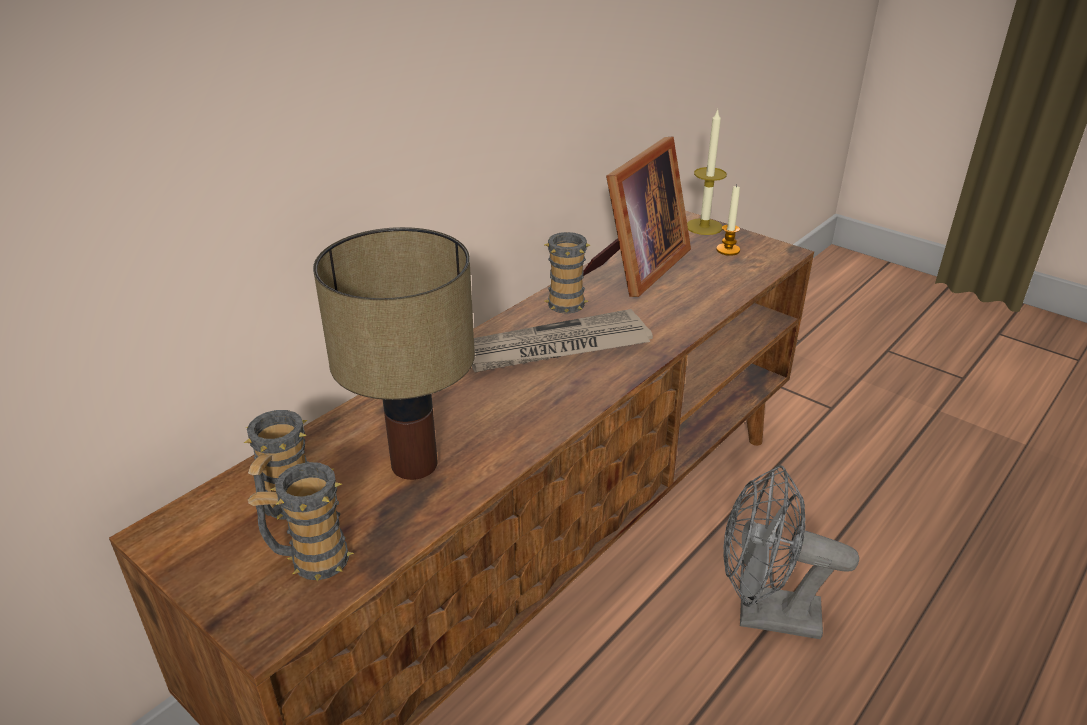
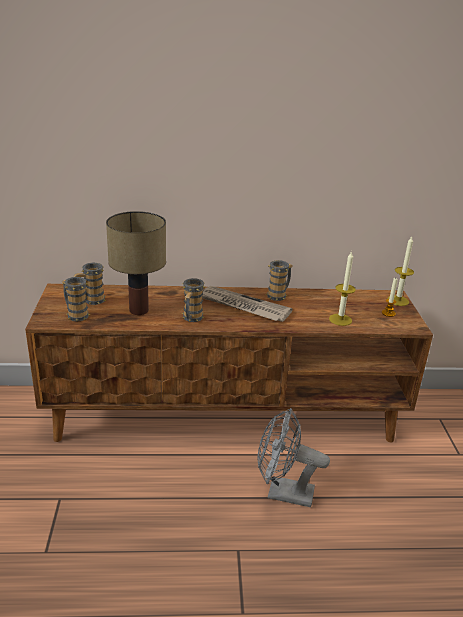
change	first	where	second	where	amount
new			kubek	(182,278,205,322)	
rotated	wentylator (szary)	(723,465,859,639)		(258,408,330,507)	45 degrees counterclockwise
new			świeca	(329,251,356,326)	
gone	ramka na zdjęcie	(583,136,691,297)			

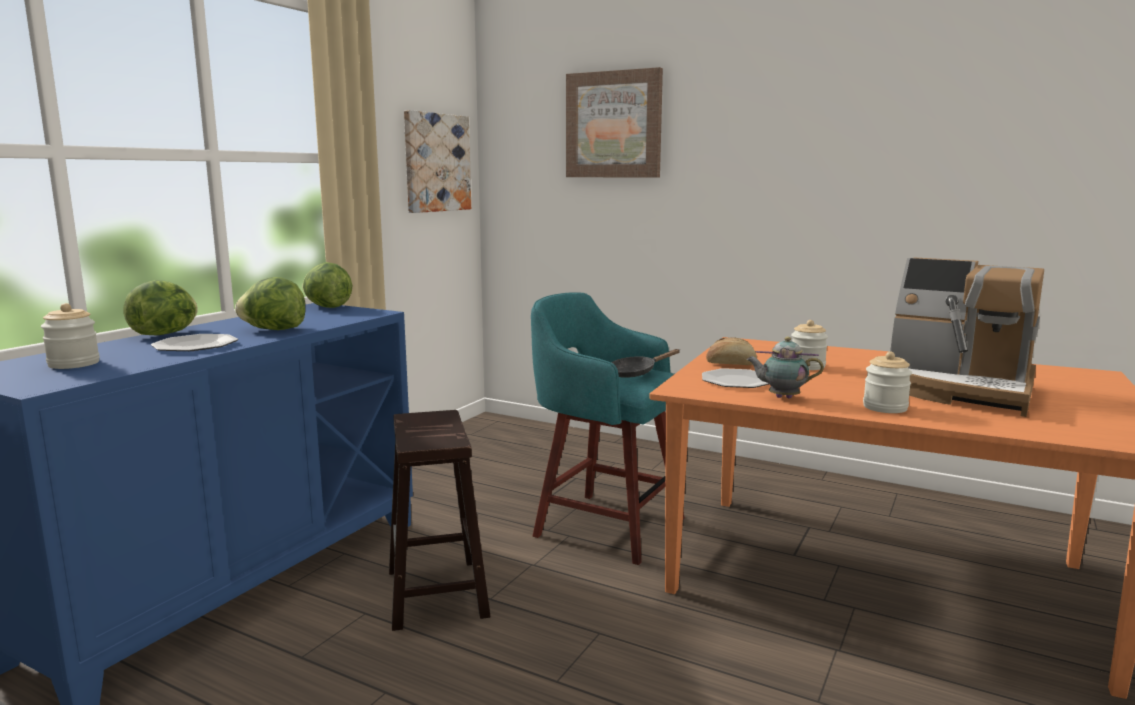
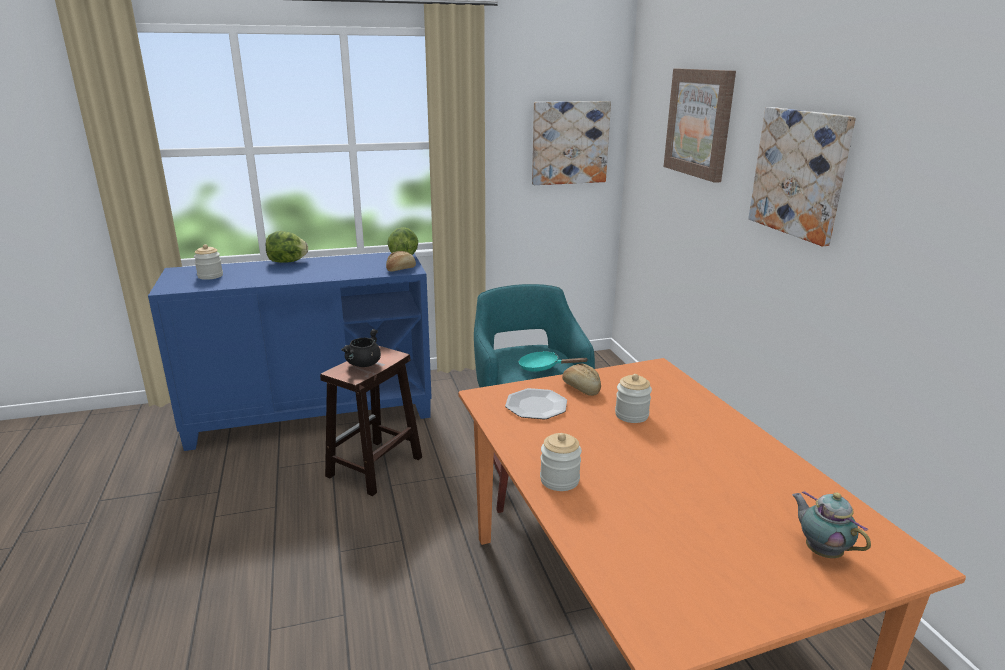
change	first	where	second	where	amount
new			garnek (czarny)	(341,329,381,367)	
new			chleb	(386,251,416,271)	
repainted	patelnia (czarny)	(611,349,680,378)	patelnia (turkusowy)	(519,351,588,371)	
new			obraz	(748,107,856,246)	
shifted	imbryk	(746,337,824,399)		(792,491,871,558)	
gone	talerz	(151,334,238,351)			
gone	sałata	(235,277,306,330)			
gone	ekspres do kawy	(890,257,1044,417)			

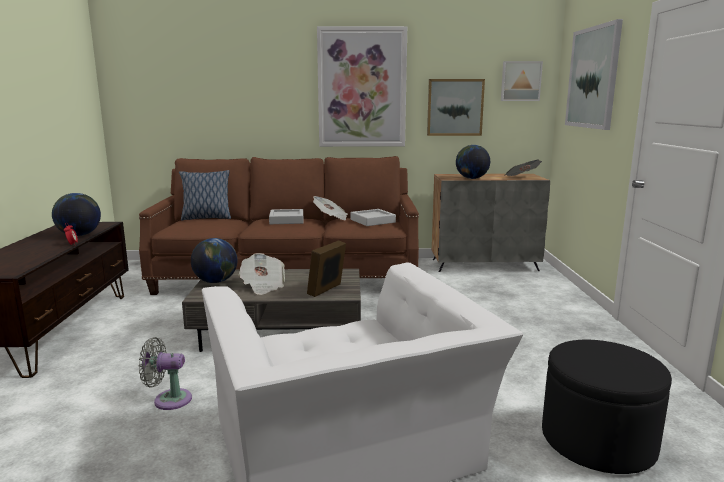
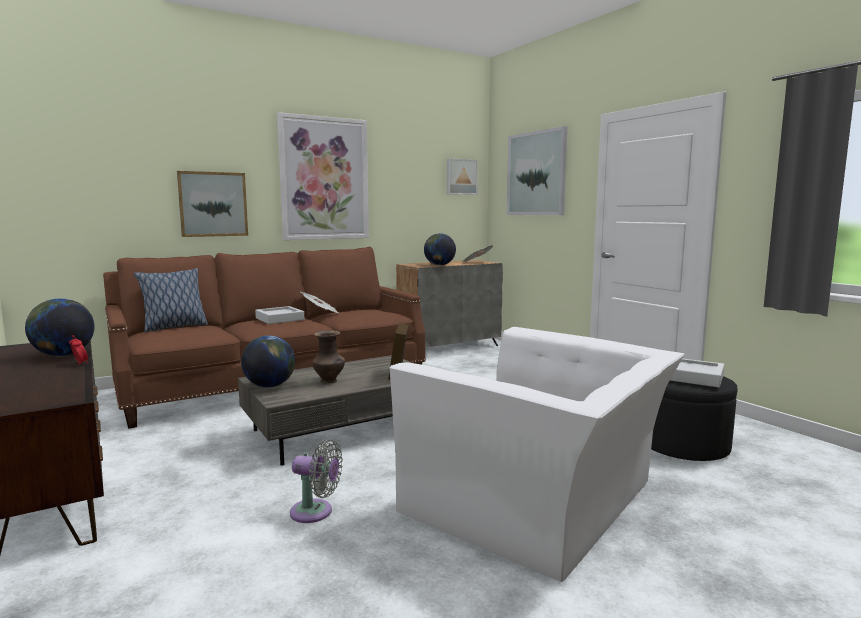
change	first	where	second	where	amount
shifted	obraz	(427,79,485,136)		(177,171,248,237)	
rotated	wentylator (szary)	(139,337,192,410)		(290,440,343,523)	135 degrees counterclockwise
swapped	gazeta	(238,253,285,295)	wazon (brązowy)	(312,330,345,384)	
shifted	taca (szary)	(351,209,396,226)		(670,359,725,387)	

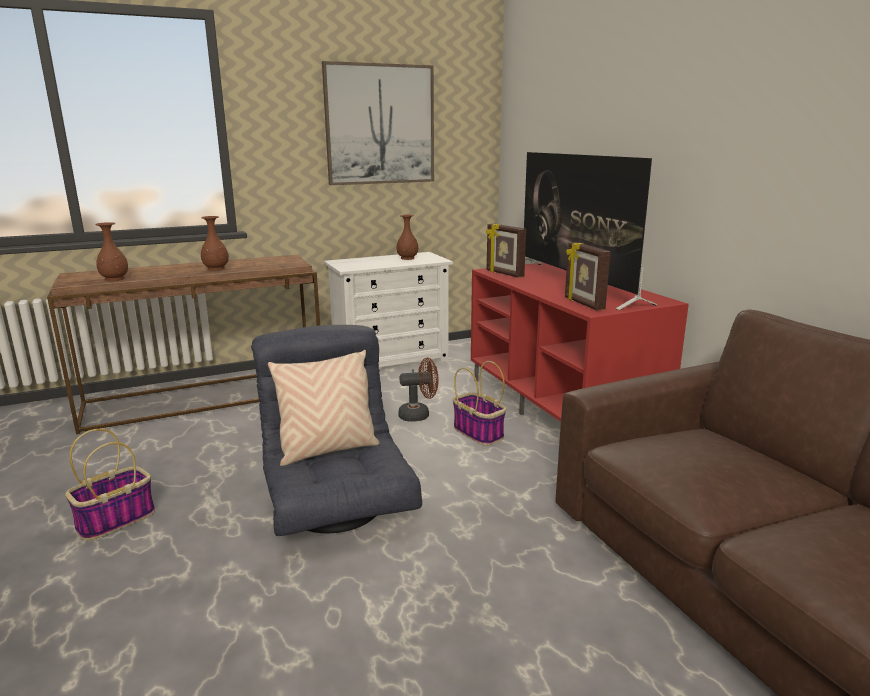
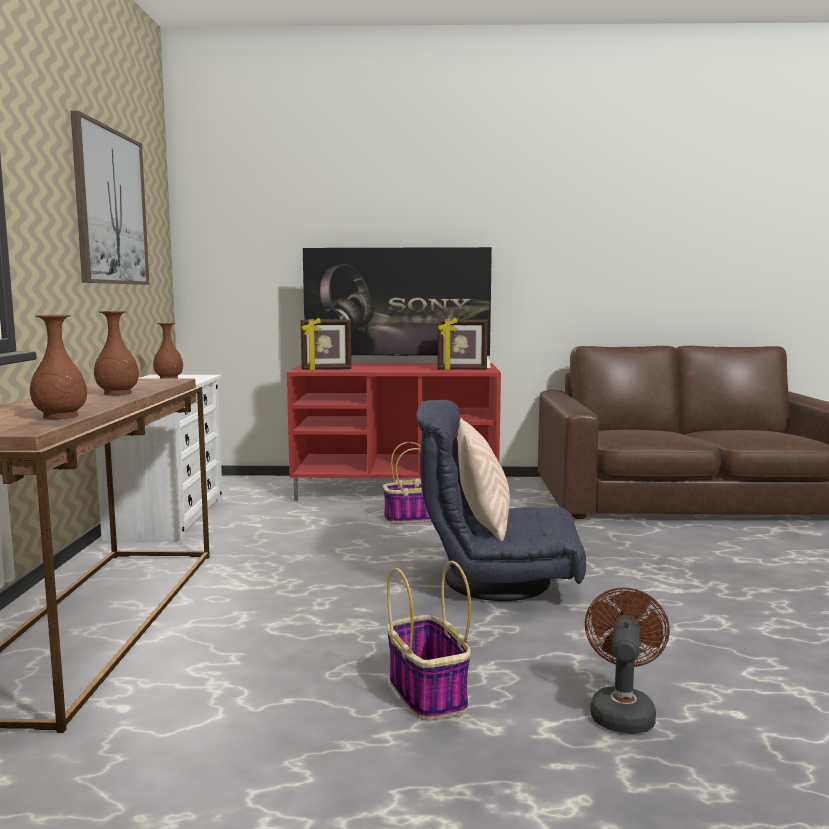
change	first	where	second	where	amount
shifted	wentylator (brązowy)	(398,358,439,422)		(585,587,670,734)	

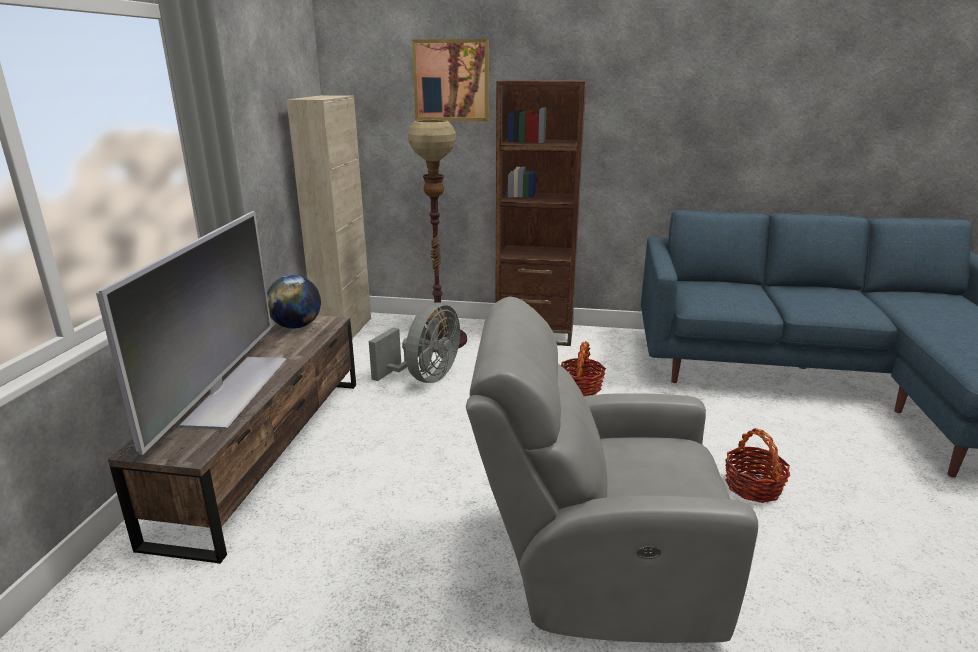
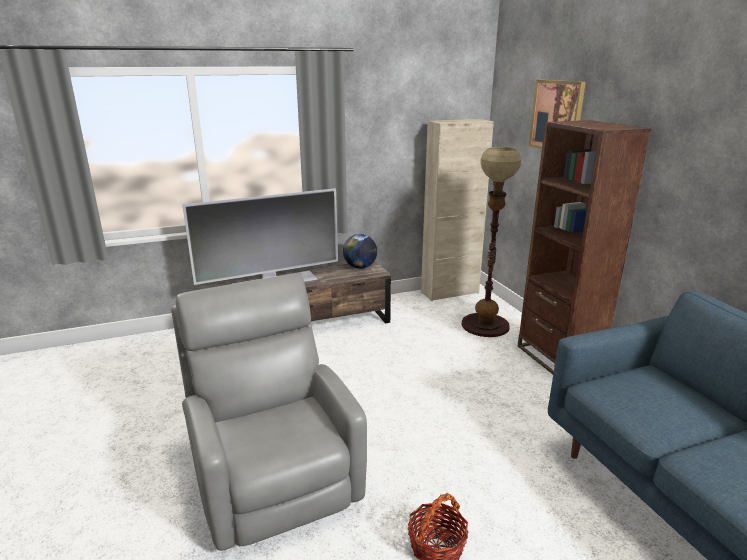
change	first	where	second	where	amount
gone	wentylator (szary)	(369,303,460,383)			
gone	koszyk	(561,341,606,396)			

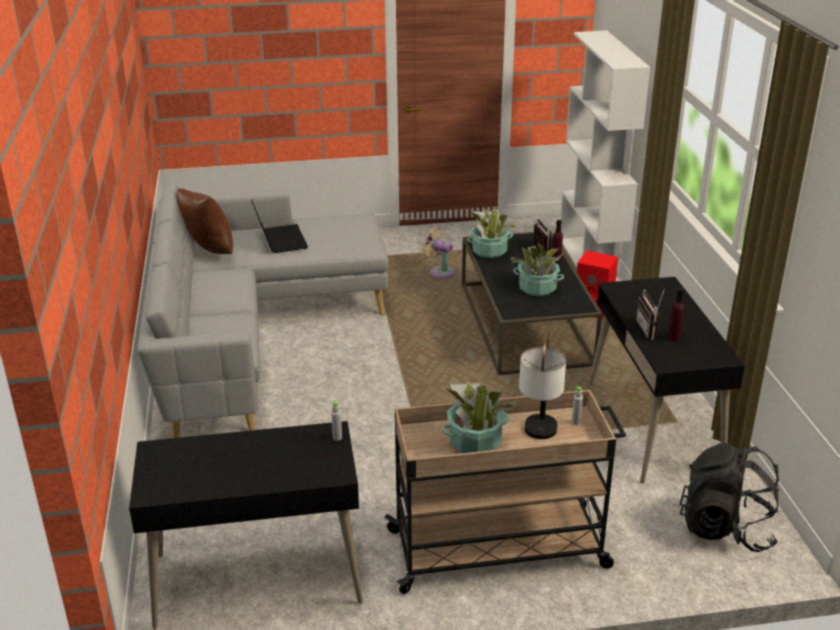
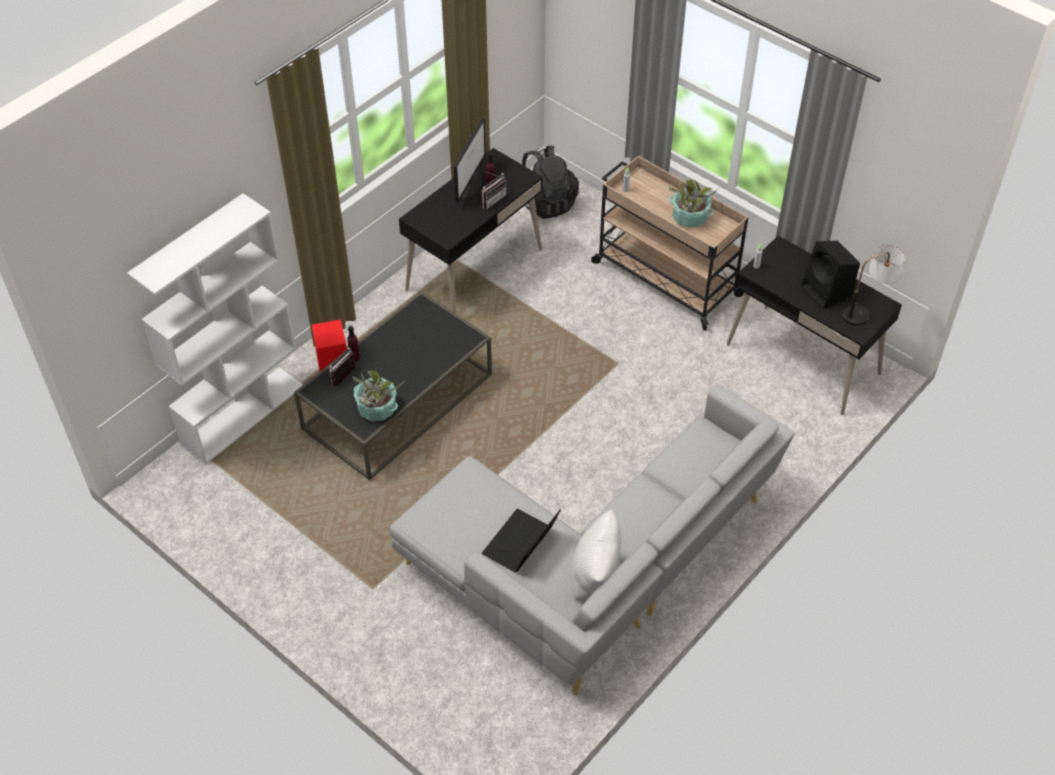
change	first	where	second	where	amount
new			monitor	(454,118,486,202)	
repainted	poduszka (brązowy)	(177,188,233,254)	poduszka (biały)	(571,509,621,600)	
new			głośnik (czarny)	(801,241,860,309)	
shifted	lampa stołowa	(519,330,566,439)		(843,244,905,326)	
gone	wentylator (beżowy)	(422,227,455,278)			
gone	roślina doniczkowa	(511,243,564,297)			

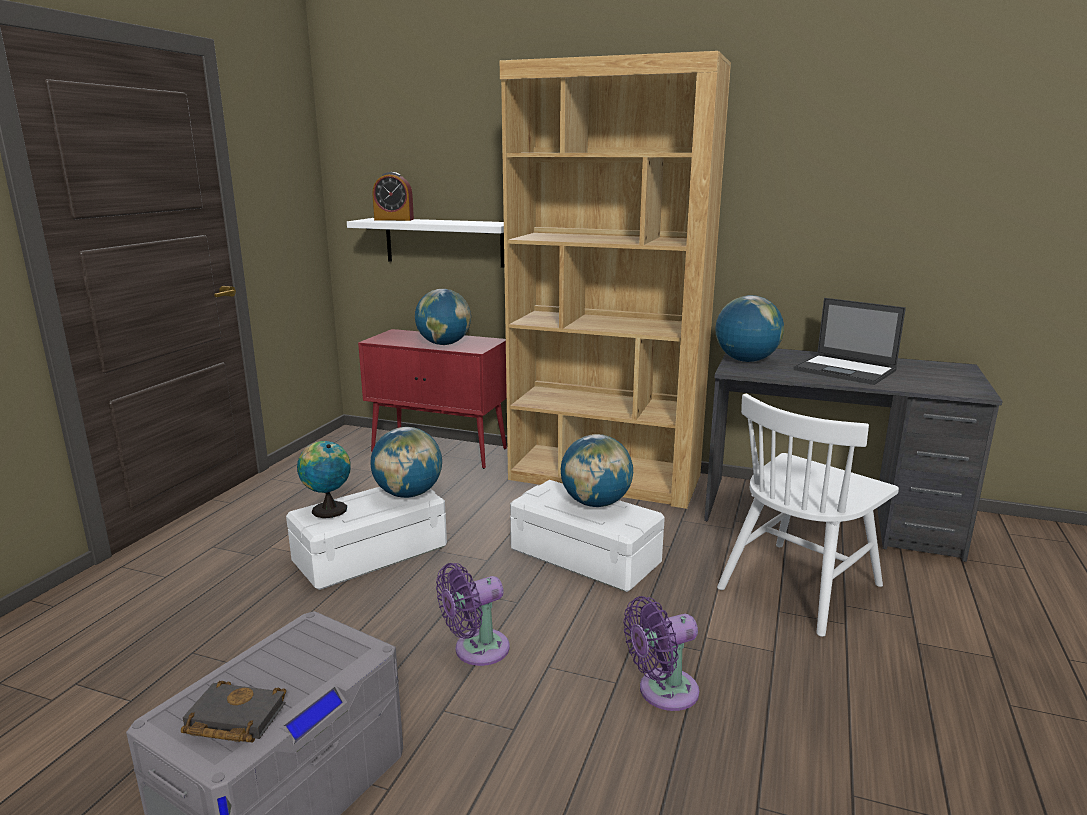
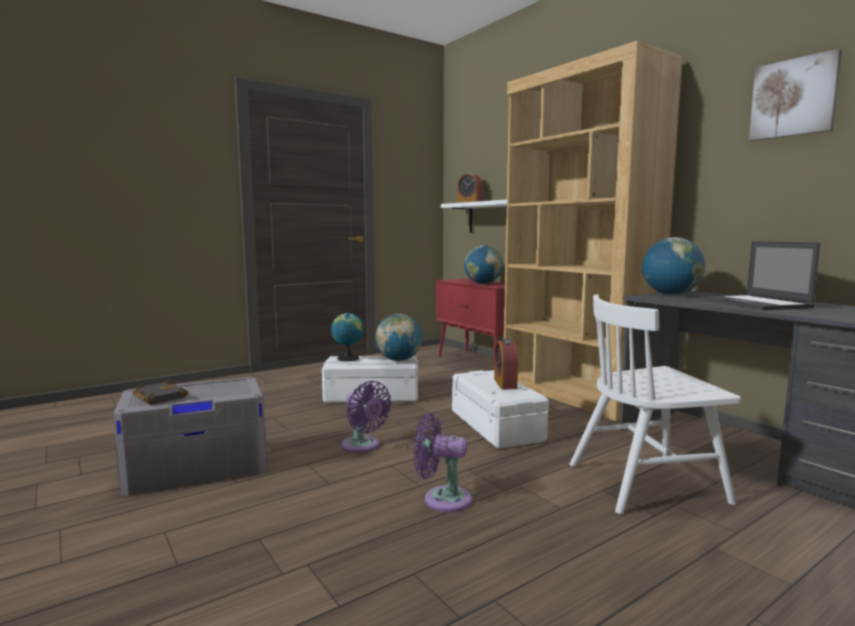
change	first	where	second	where	amount
rotated	wentylator (fioletowy)	(436,563,510,666)		(341,381,392,453)	135 degrees counterclockwise
swapped	globus	(561,434,633,507)	budzik	(494,338,518,389)	
new			obraz	(749,48,842,141)	

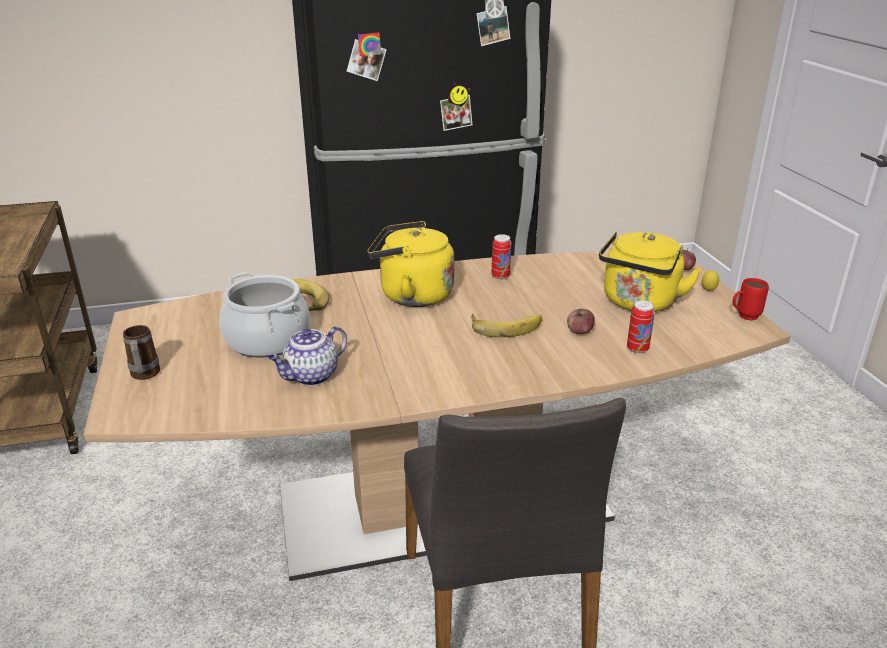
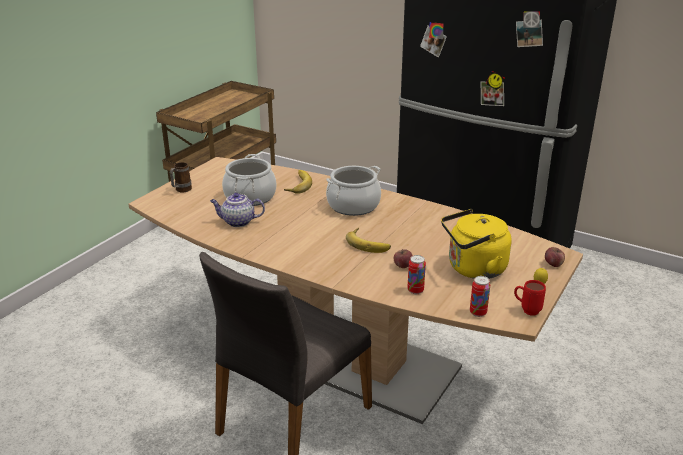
change	first	where	second	where	amount
swapped	czajnik (żółty)	(367,221,454,307)	garnek	(326,166,381,216)	
shifted	puszka	(491,234,512,280)		(470,276,490,317)	

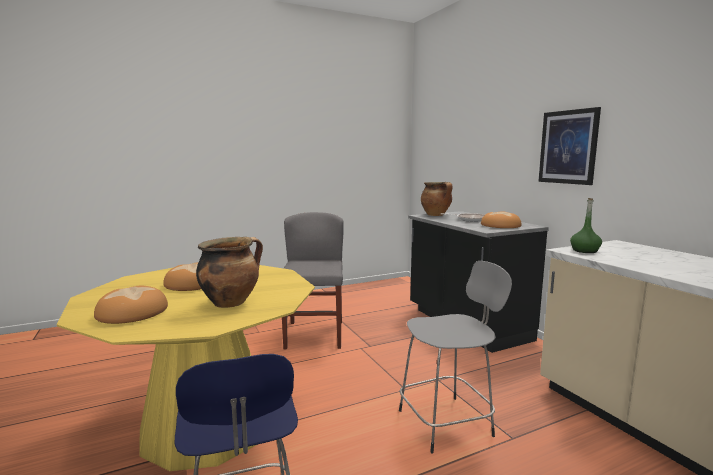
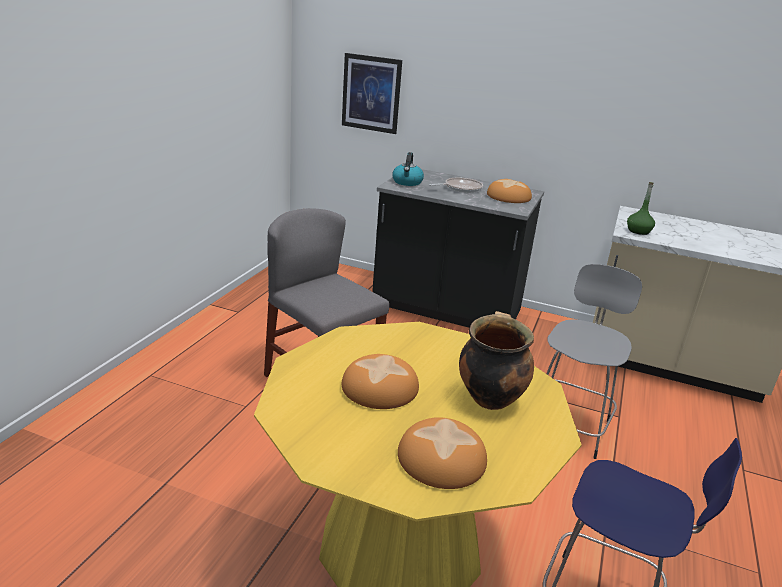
change	first	where	second	where	amount
shifted	obraz	(538,107,601,185)		(342,53,402,134)	
swapped	garnek	(421,182,453,216)	czajnik	(392,152,424,186)	

